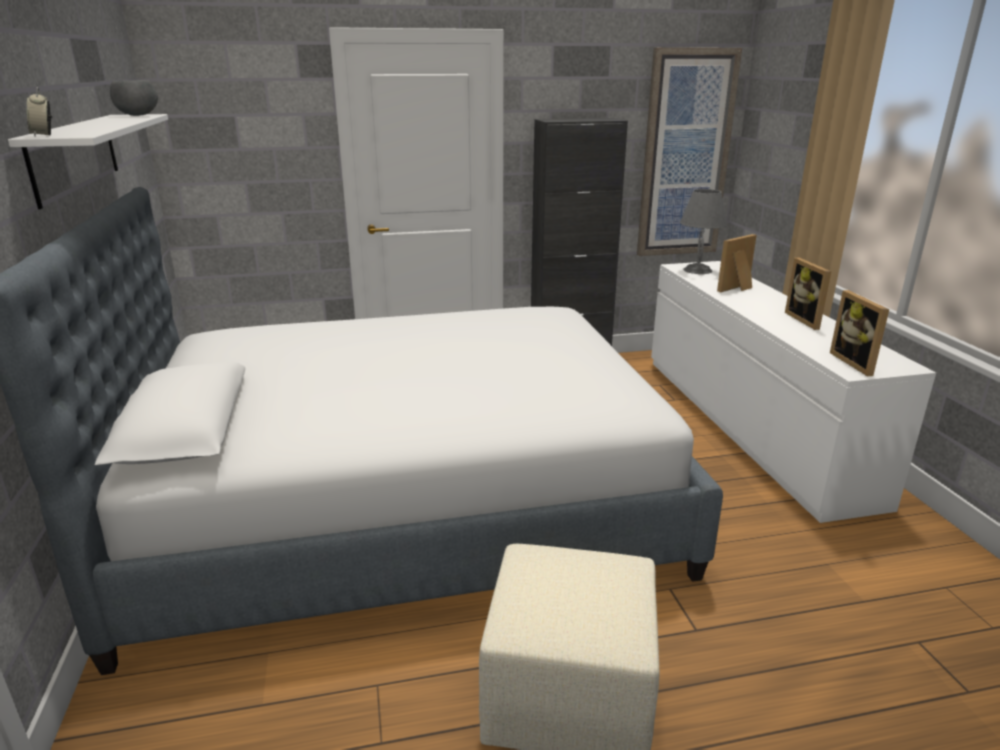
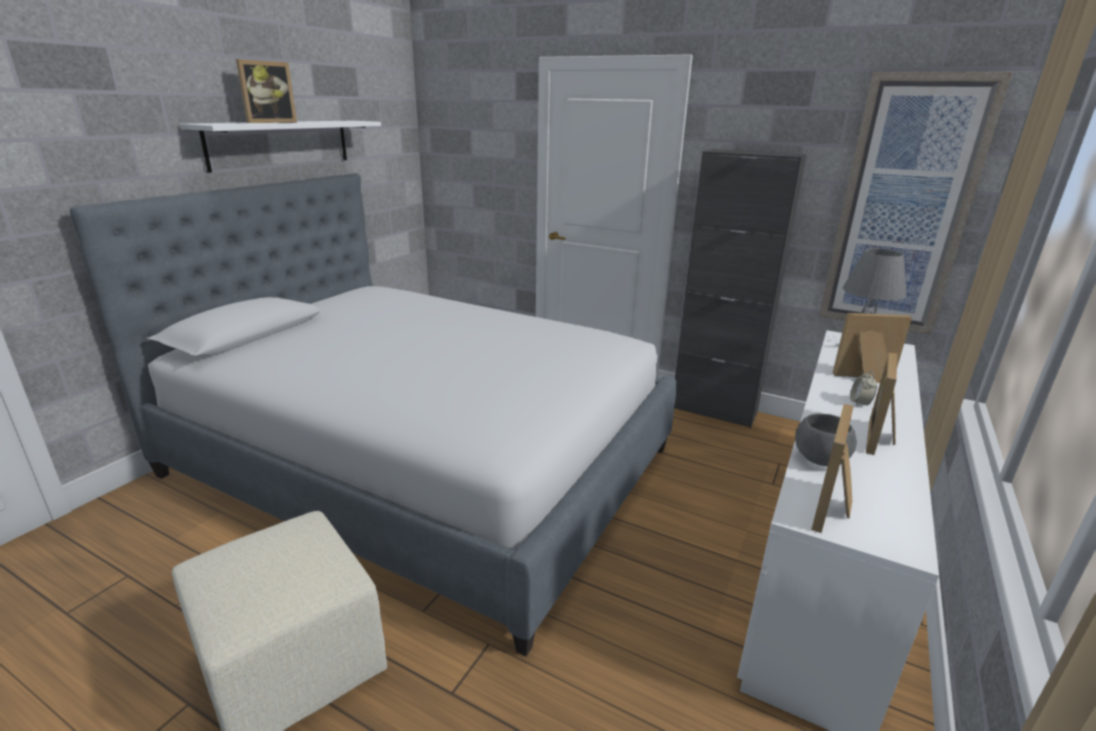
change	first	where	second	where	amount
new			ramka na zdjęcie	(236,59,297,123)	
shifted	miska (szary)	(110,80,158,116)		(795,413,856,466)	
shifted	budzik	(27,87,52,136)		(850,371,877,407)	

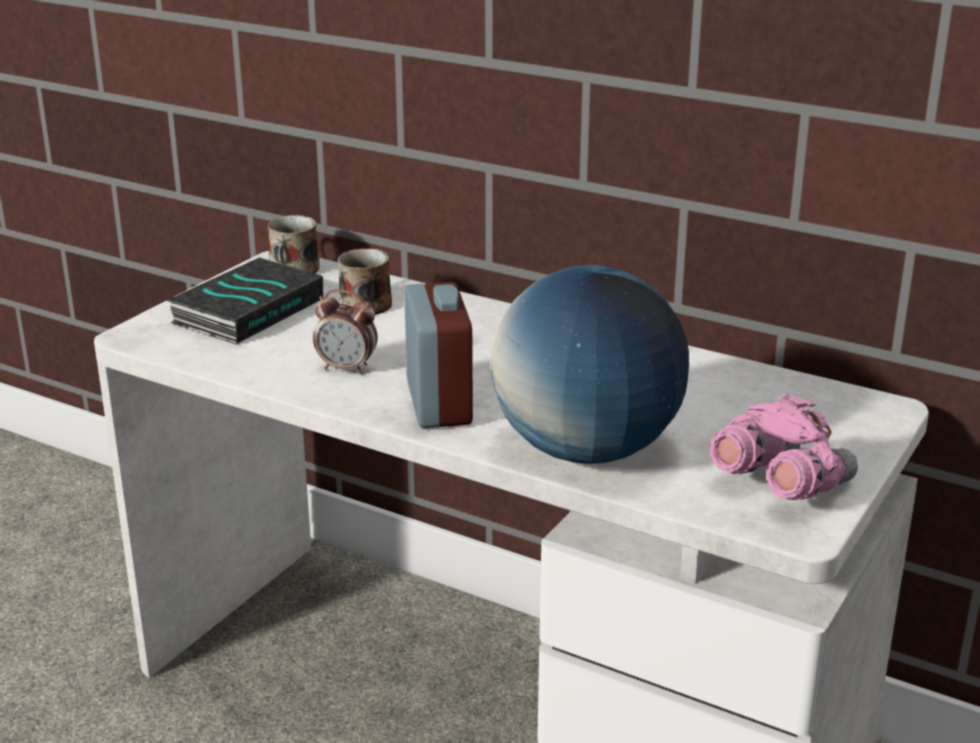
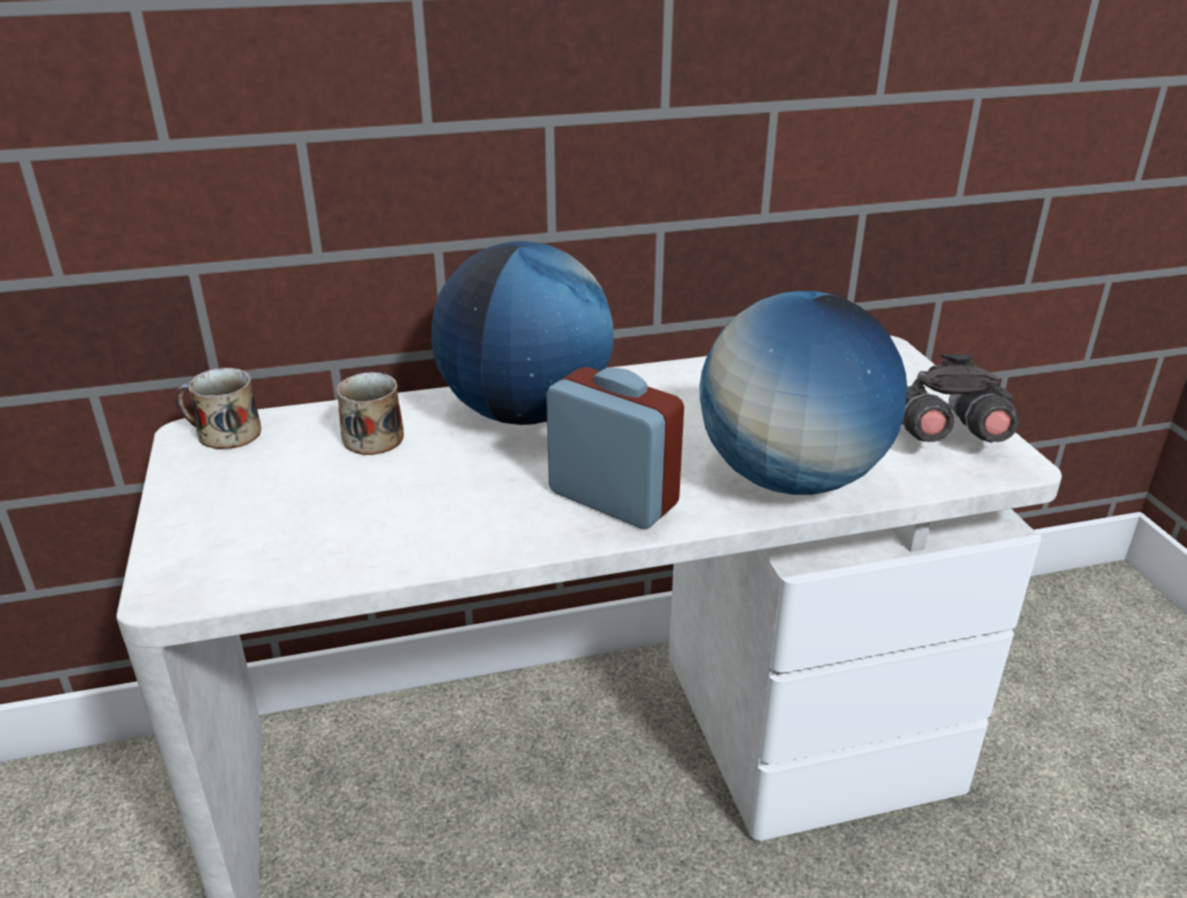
change	first	where	second	where	amount
new			globus	(431,241,614,425)	
repainted	lornetka (różowy)	(710,393,858,501)	lornetka (szary)	(902,354,1019,443)	
gone	książka	(166,257,324,344)			
gone	budzik	(313,289,378,375)			

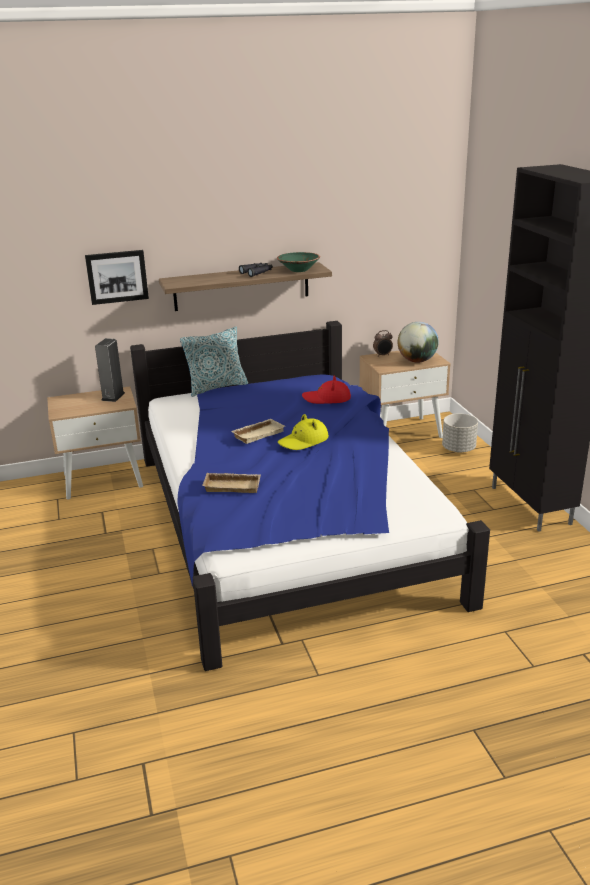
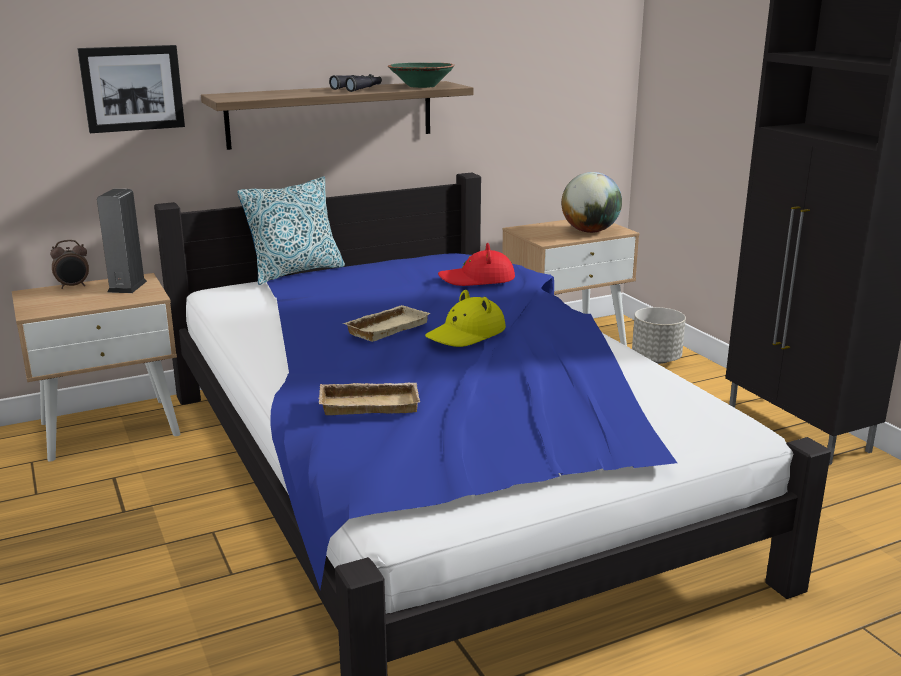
change	first	where	second	where	amount
shifted	budzik	(373,330,393,357)		(50,240,89,289)	

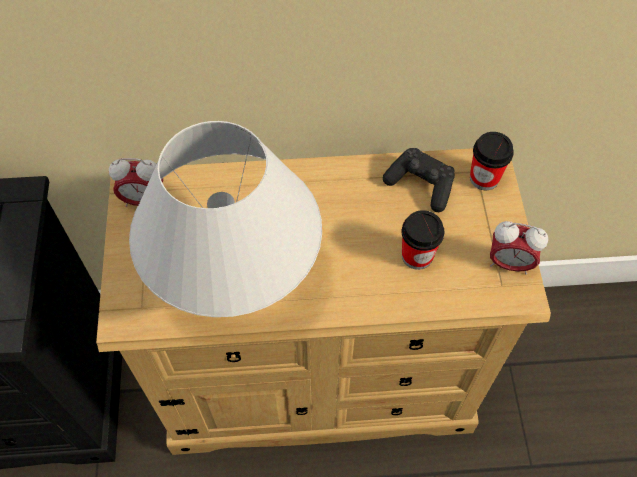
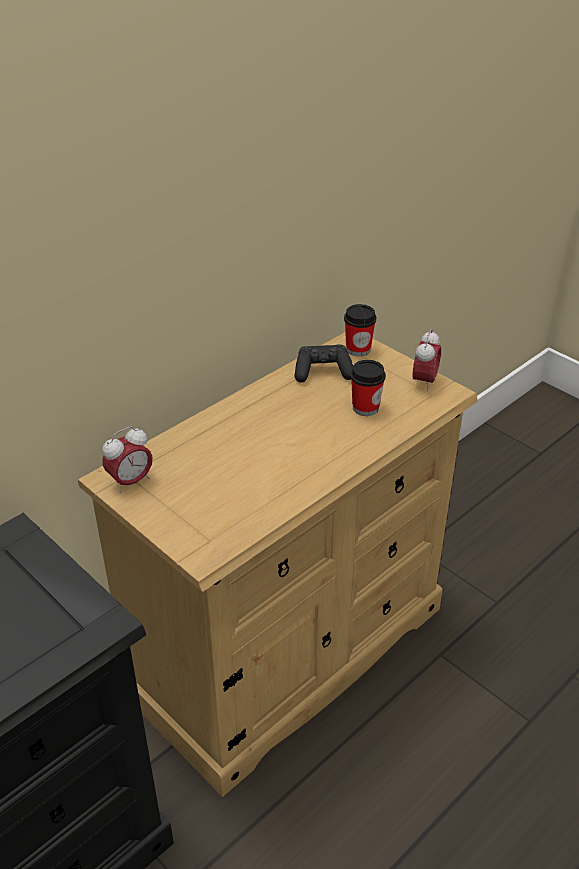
change	first	where	second	where	amount
rotated	budzik	(490,221,548,275)		(412,329,441,392)	45 degrees counterclockwise
gone	lampa stołowa (biały)	(129,121,322,317)			

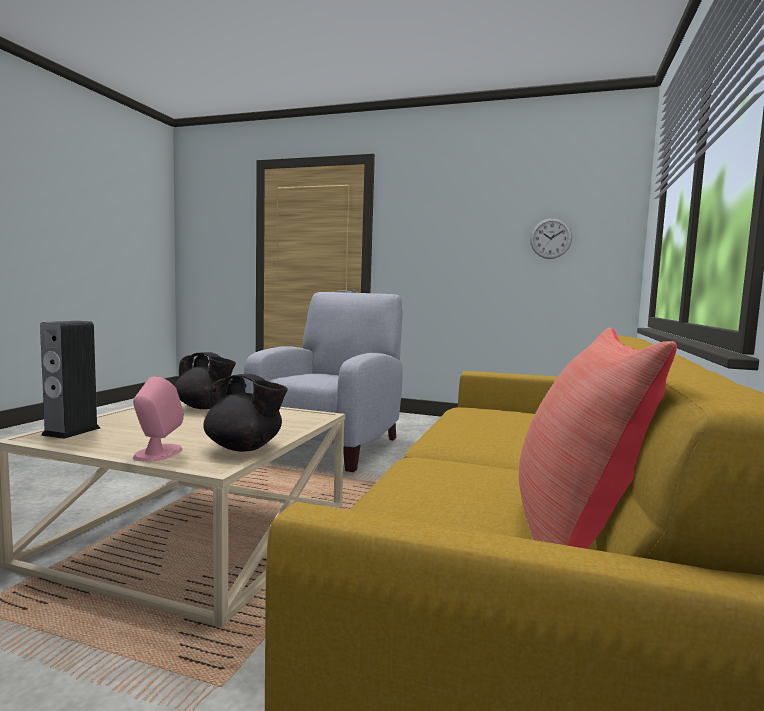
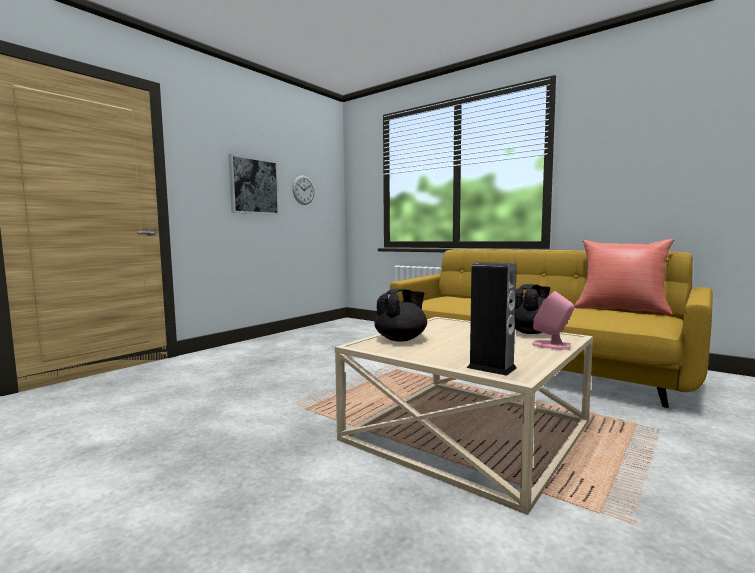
change	first	where	second	where	amount
new			obraz	(229,154,279,215)	
gone	fotel (szary)	(244,292,403,472)			

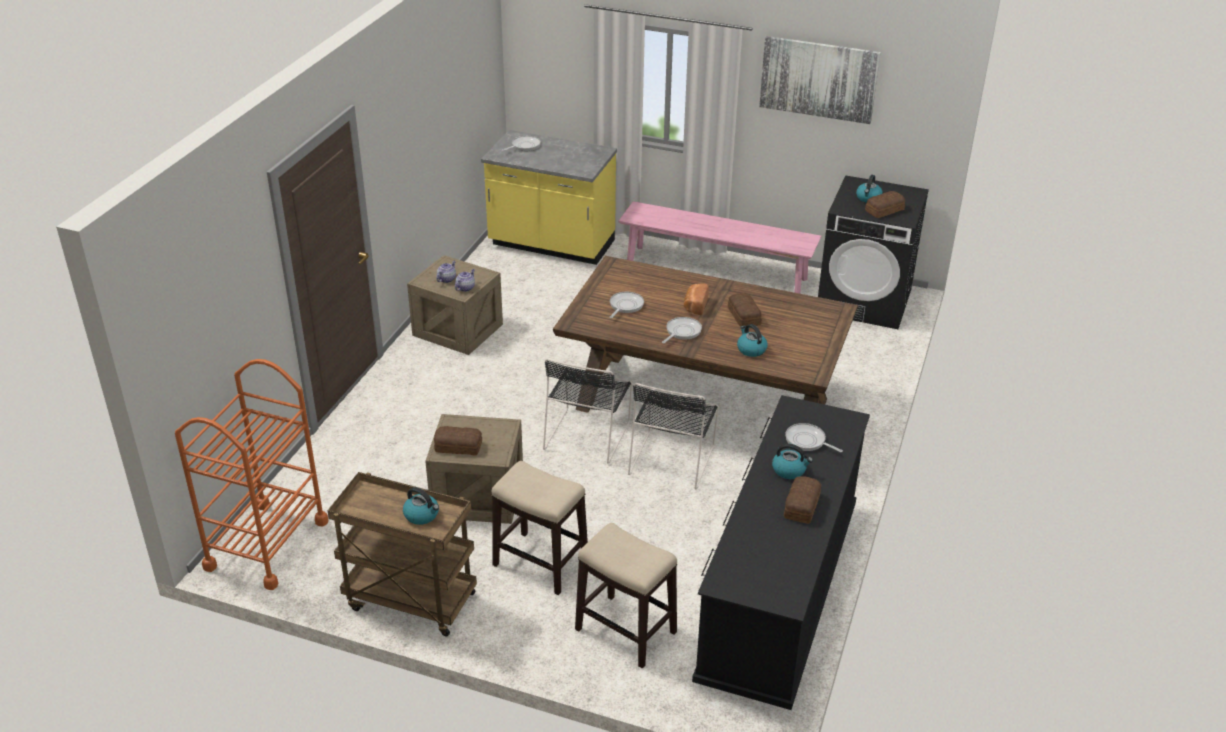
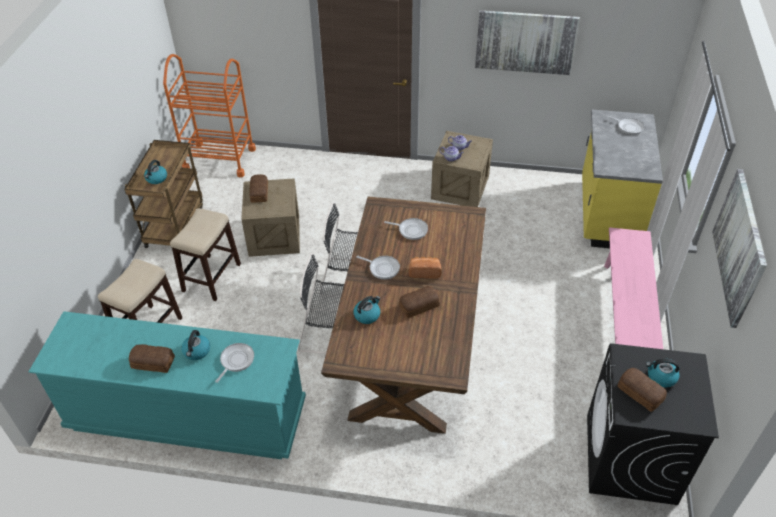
change	first	where	second	where	amount
repainted	komoda (czarny)	(692,395,870,710)	komoda (turkusowy)	(29,311,306,459)	
new			obraz	(475,10,580,75)	

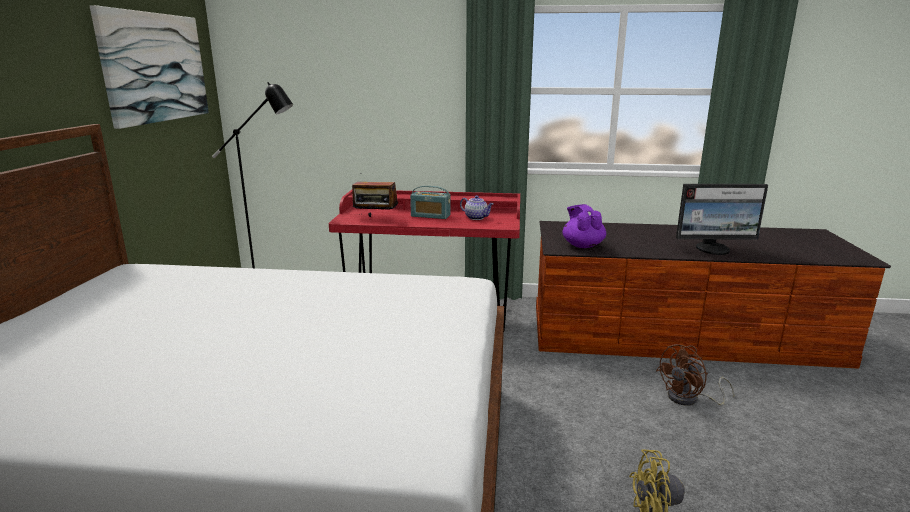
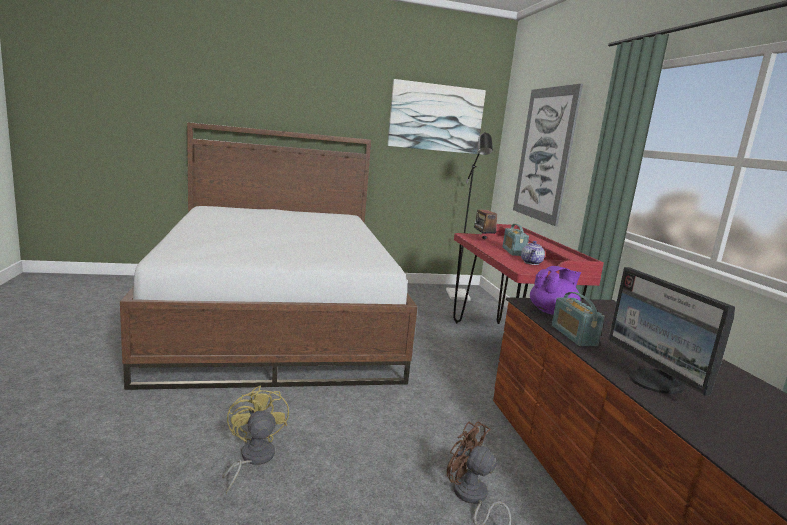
change	first	where	second	where	amount
new			obraz	(513,84,583,226)	
new			radio	(552,292,605,346)	

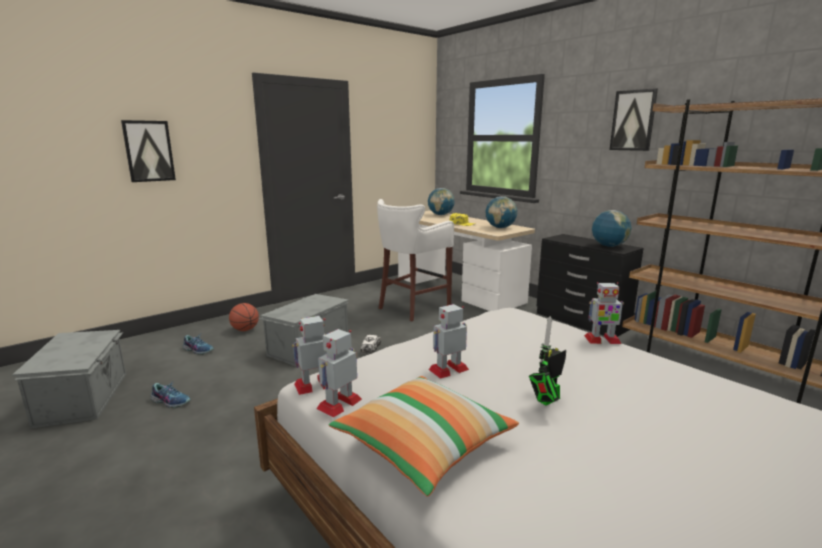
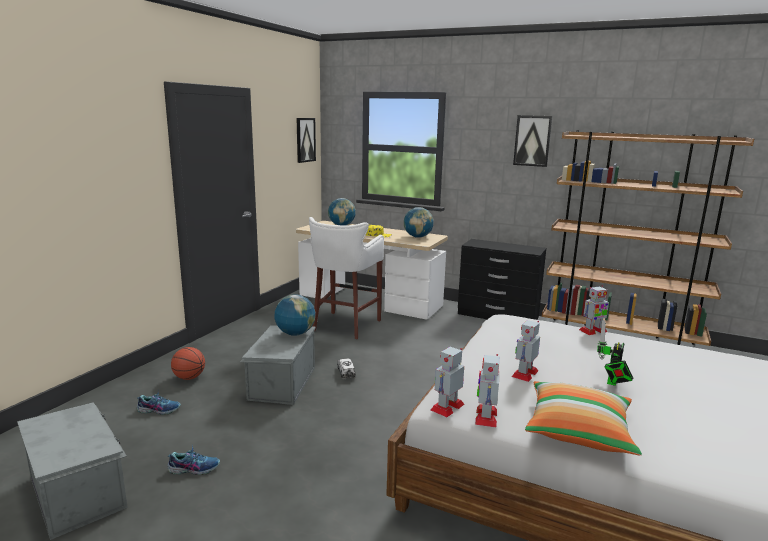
change	first	where	second	where	amount
shifted	globus	(592,210,632,247)		(274,295,315,336)	
shifted	obraz	(121,120,176,182)		(297,118,316,163)	

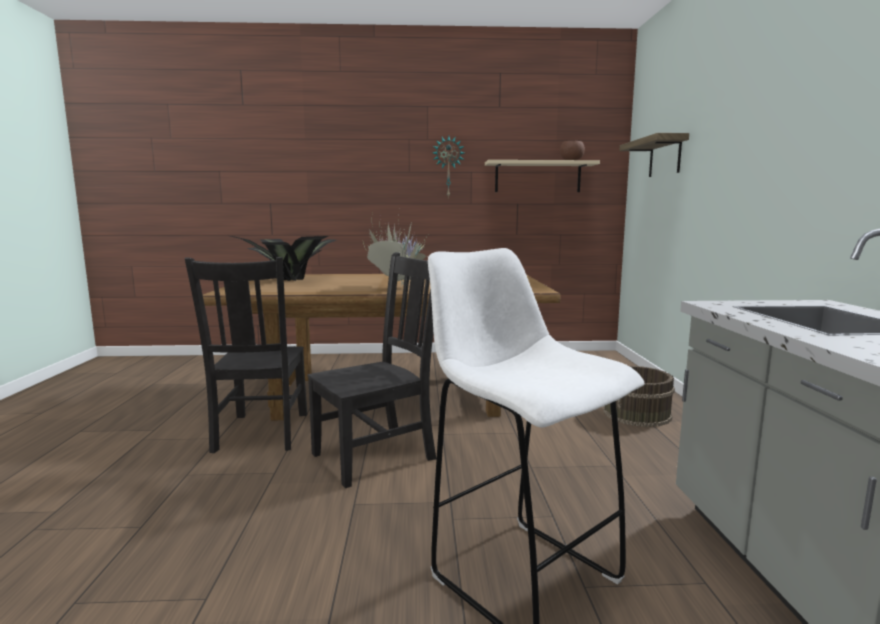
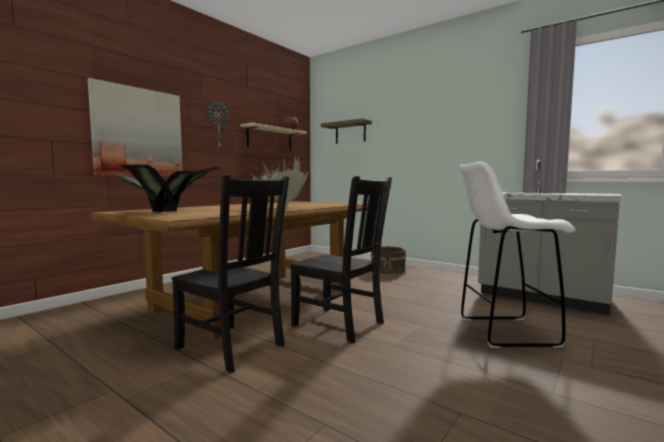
change	first	where	second	where	amount
new			obraz	(88,78,183,177)	
rotated	krzesło (czarny)	(307,252,436,488)		(290,176,392,343)	120 degrees clockwise

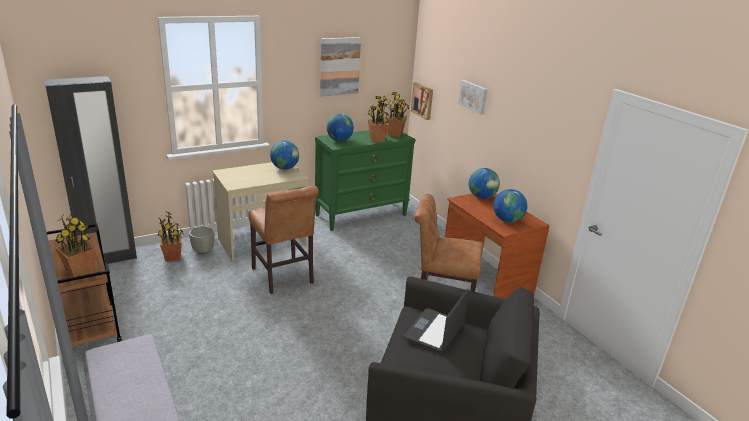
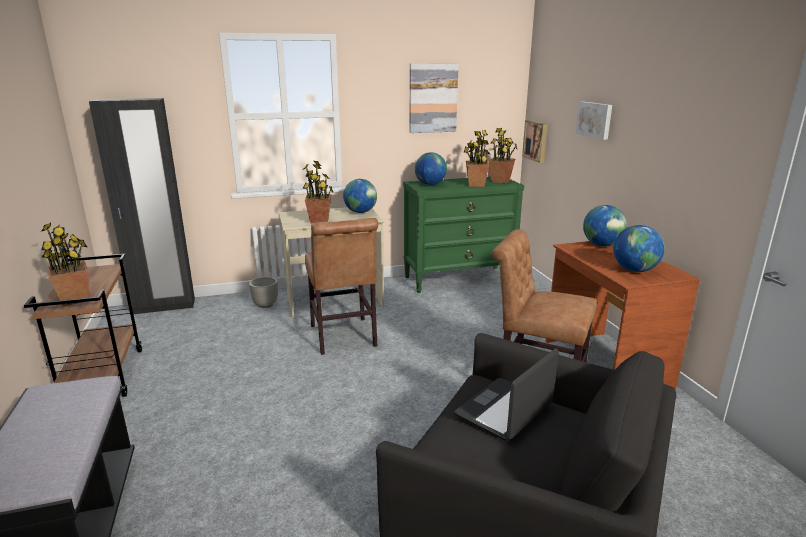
change	first	where	second	where	amount
shifted	roślina doniczkowa	(158,212,183,262)		(302,161,334,224)	

